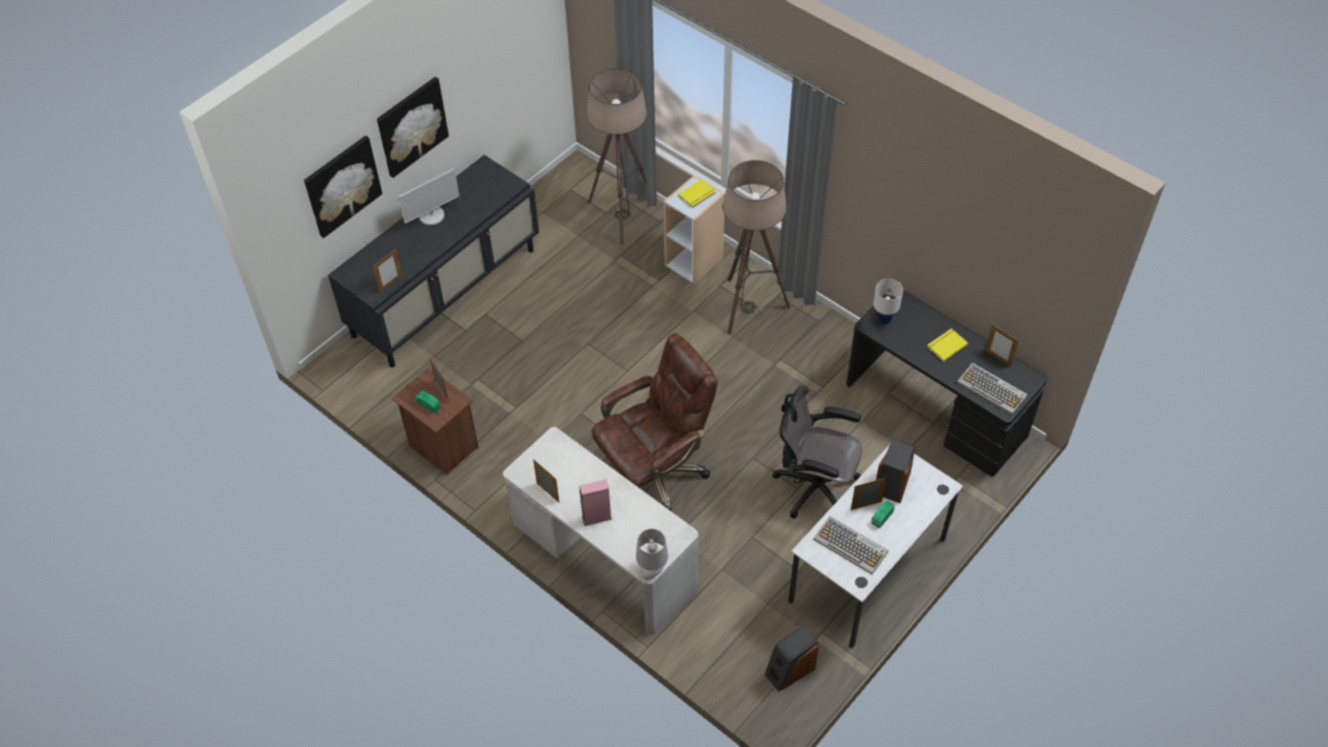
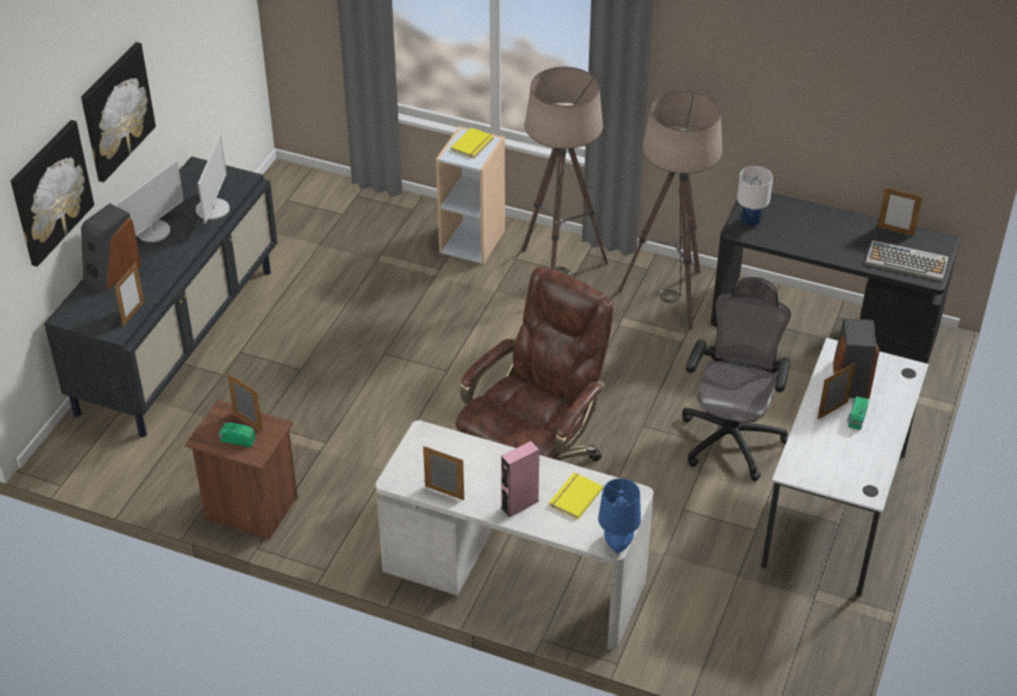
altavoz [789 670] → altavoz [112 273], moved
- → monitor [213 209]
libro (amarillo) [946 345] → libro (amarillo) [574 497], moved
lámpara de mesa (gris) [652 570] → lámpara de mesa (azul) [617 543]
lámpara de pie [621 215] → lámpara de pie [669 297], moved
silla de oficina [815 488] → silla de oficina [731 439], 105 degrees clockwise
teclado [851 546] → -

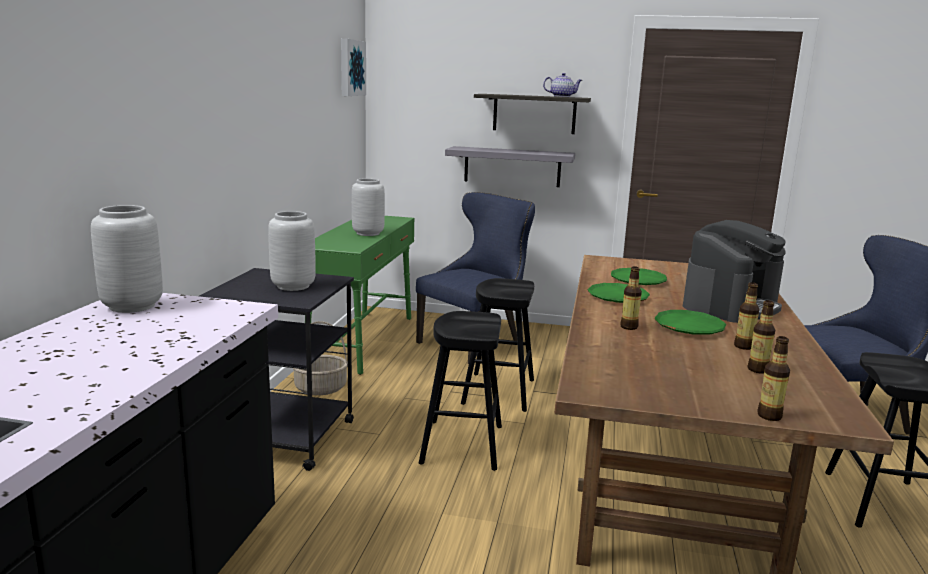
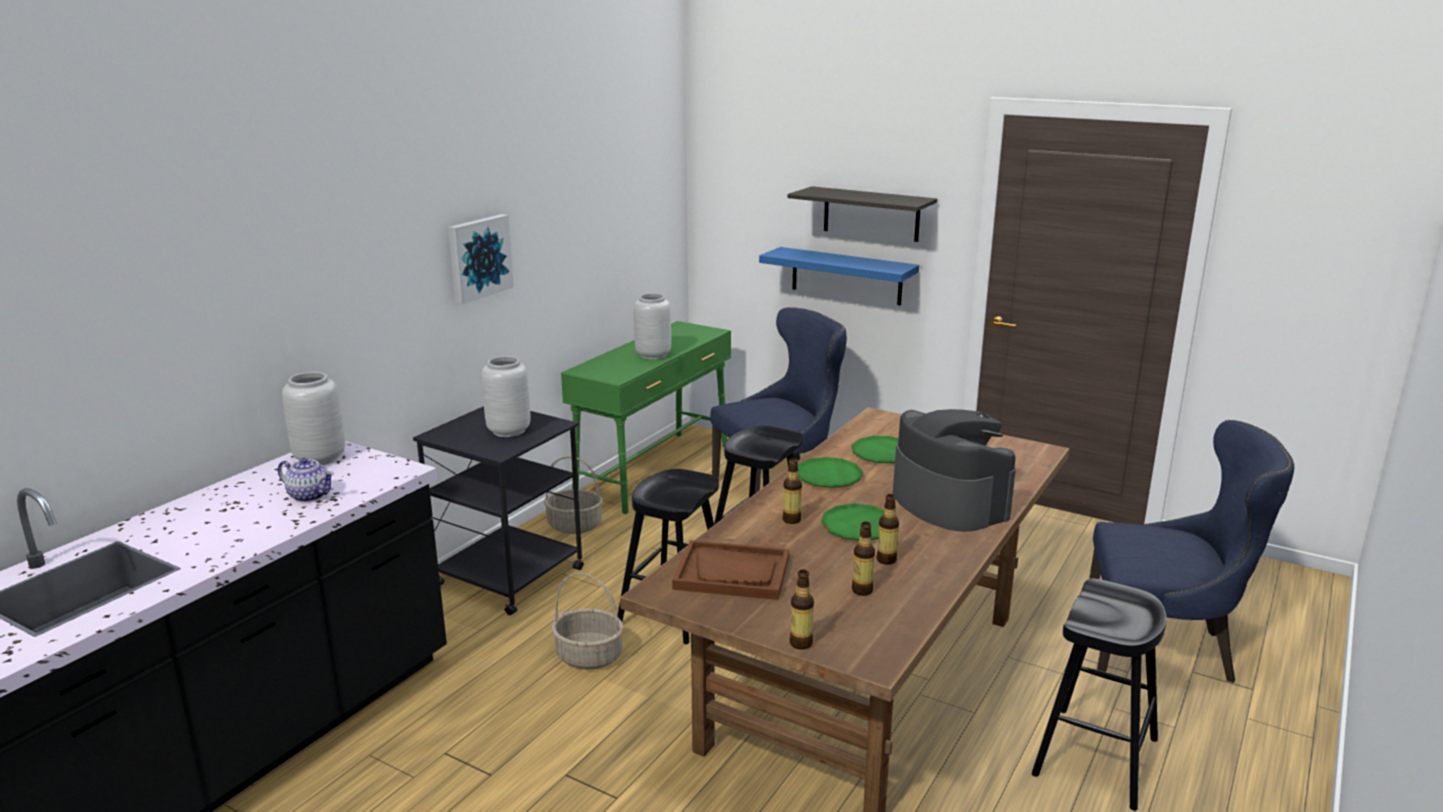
tetera [562 96] → tetera [310 495], moved
cuadro [351 68] → cuadro [478 257], moved
- → cesta [588 656]
- → bandeja (marrón) [732 573]
estante (gris) [512 166] → estante (azul) [846 276]
cafetera [730 305] → cafetera [948 502], 90 degrees counterclockwise

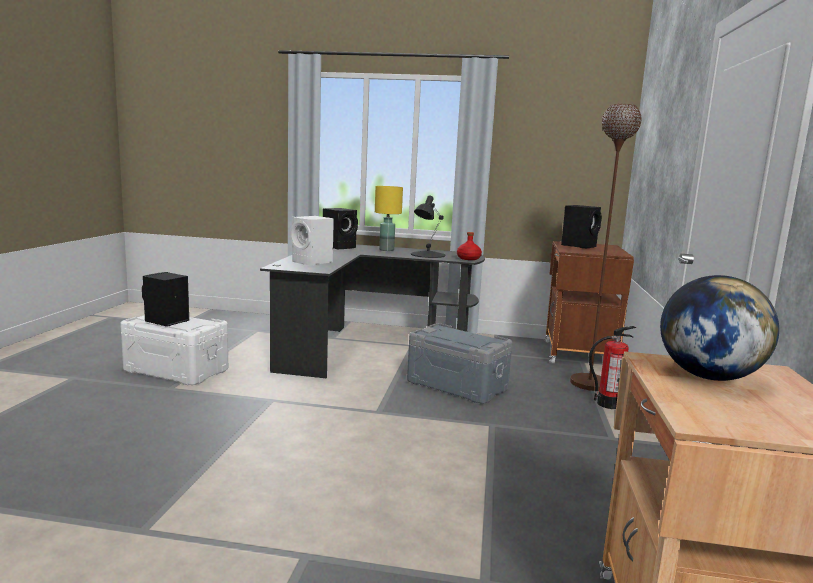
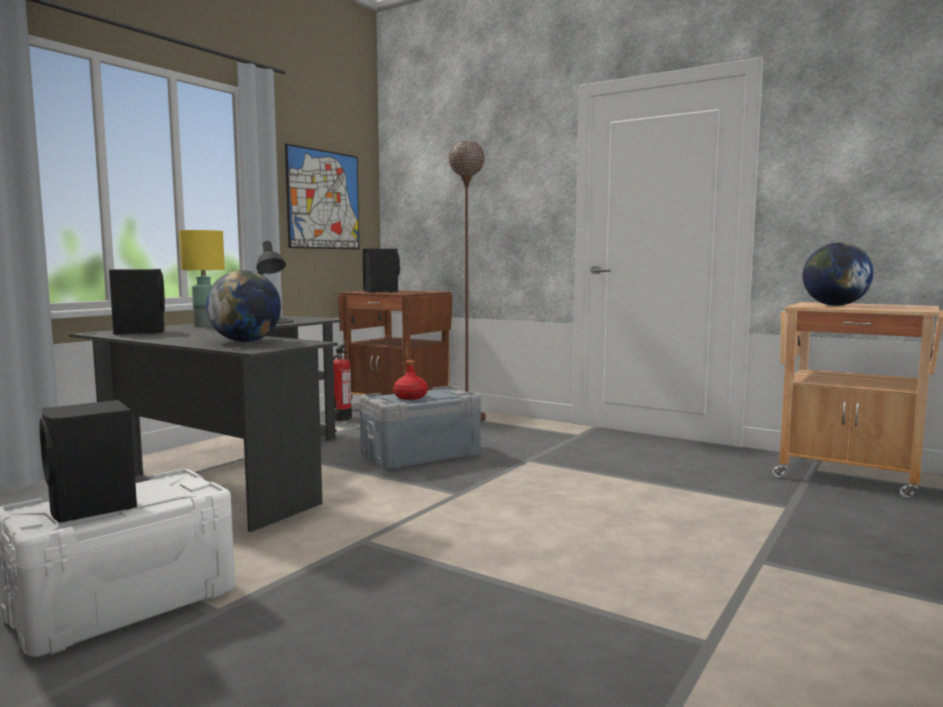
altavoz (blanco) [312 262] → globo terráqueo [245 341]
- → cuadro [323 200]
extintor [608 404] → extintor [341 418], moved
botella (rojo) [468 258] → botella (rojo) [410 397], moved

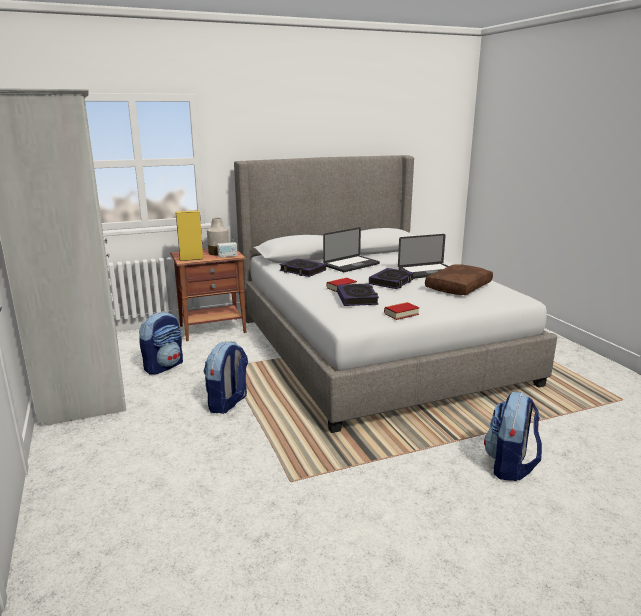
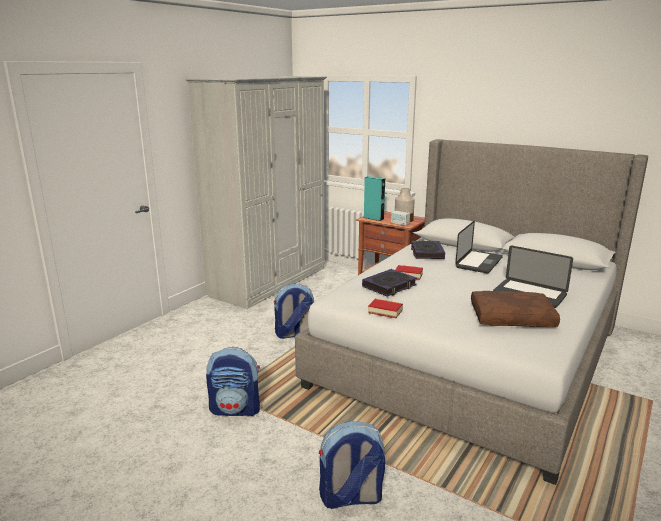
mochila [164 366] → mochila [236 409], moved
altavoz (amarillo) [191 259] → altavoz (turquesa) [373 218]
portátil [351 265] → portátil [479 262], 75 degrees counterclockwise
libro [391 282] → -

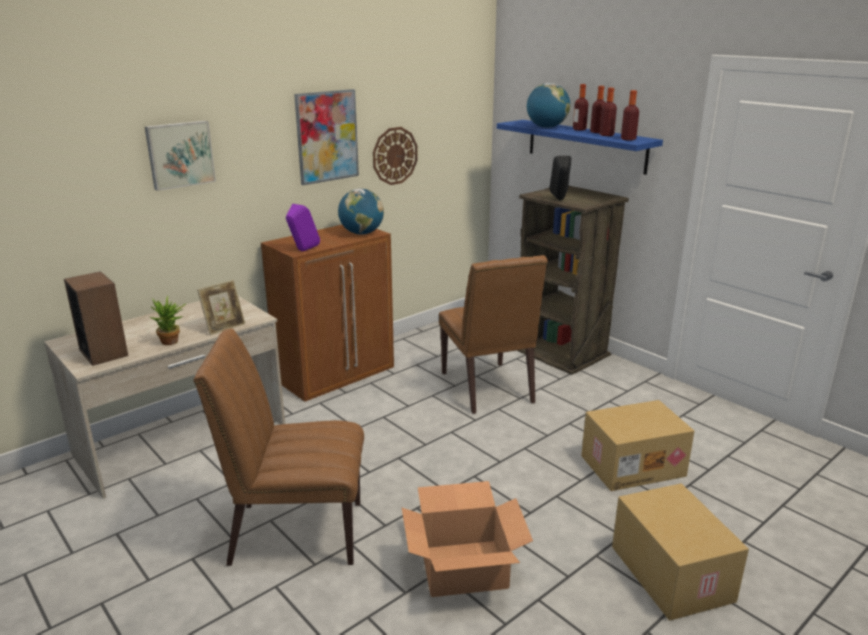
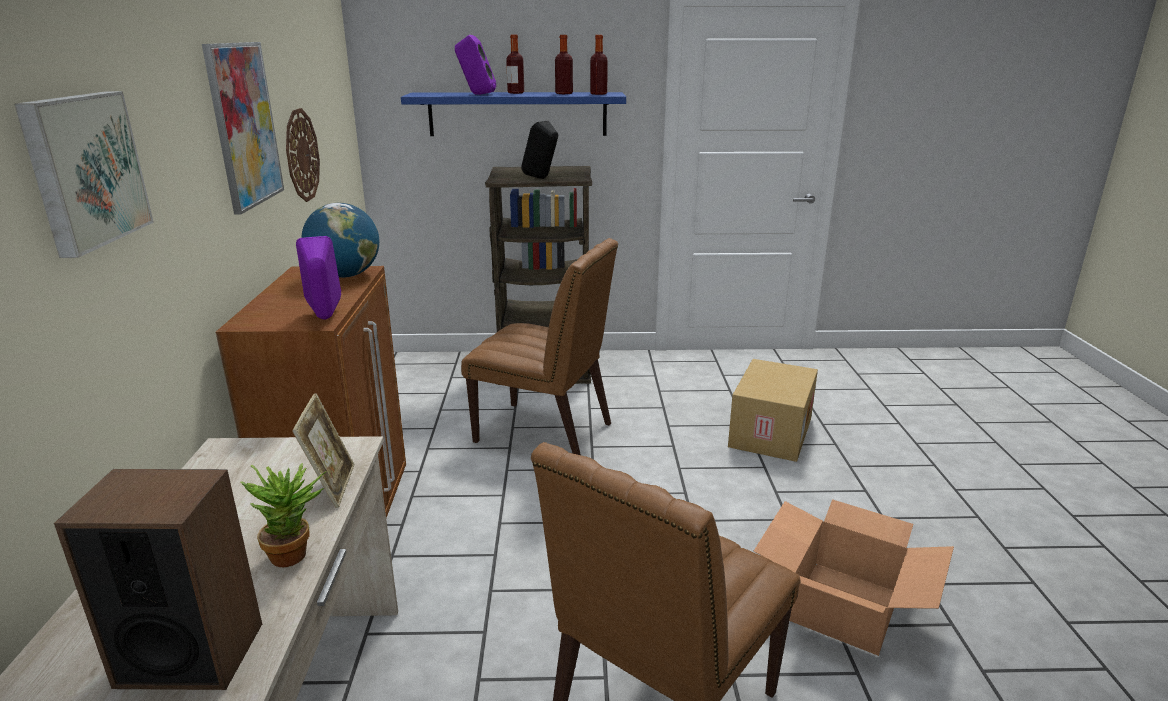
globo terráqueo [546 127] → altavoz (morado) [476 94]
botella [597 132] → -
caja de cartón [669 573] → -

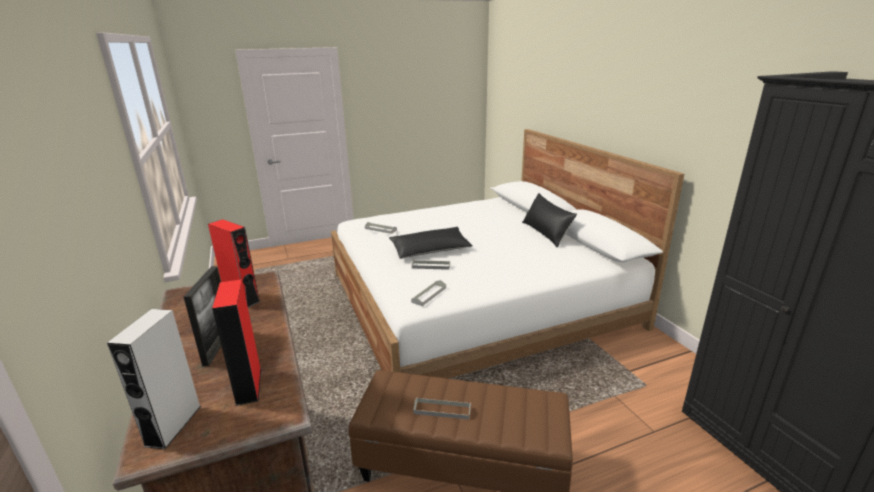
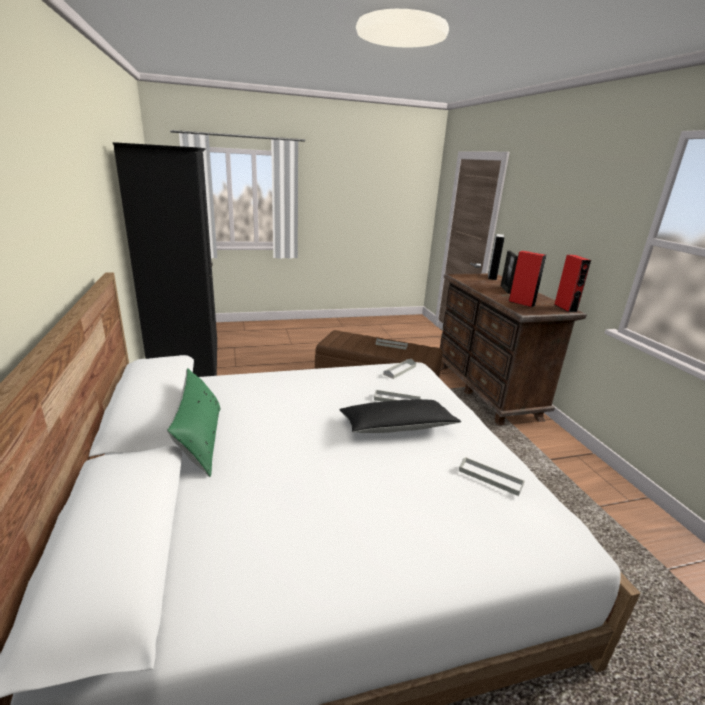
cojín (negro) [546 233] → cojín (verde) [200 440]
altavoz (rojo) [249 385] → altavoz (rojo) [565 308], moved

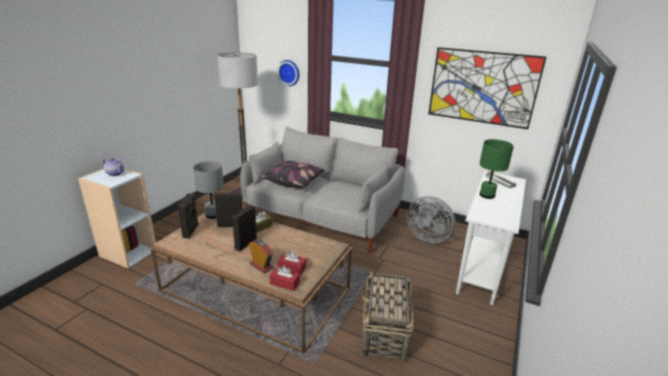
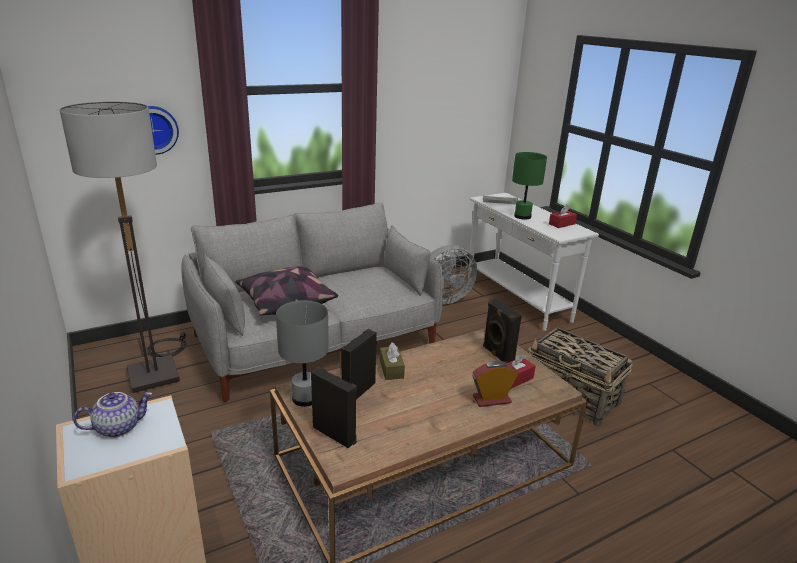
altavoz (negro) [245 243] → altavoz (negro) [497 355], moved
caja de pañuelos (rojo) [284 283] → caja de pañuelos (rojo) [562 224], moved
cuadro [482 87] → -

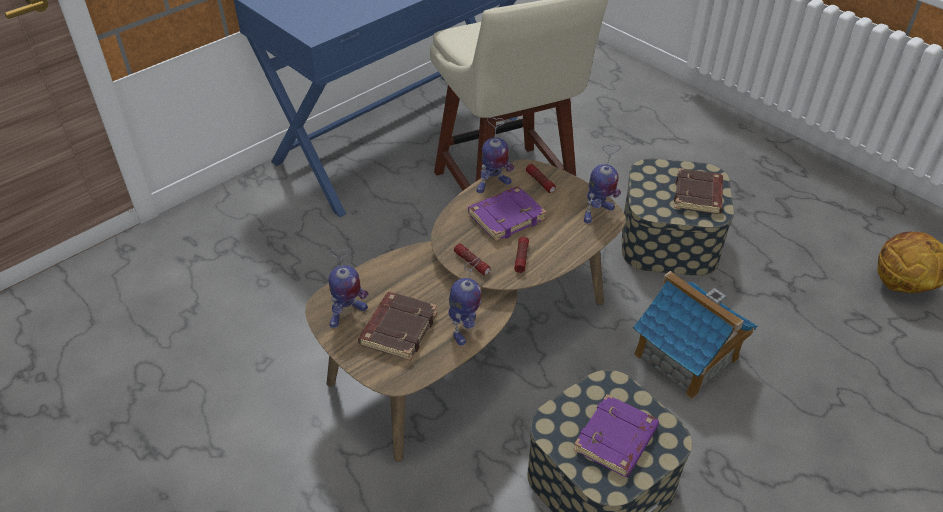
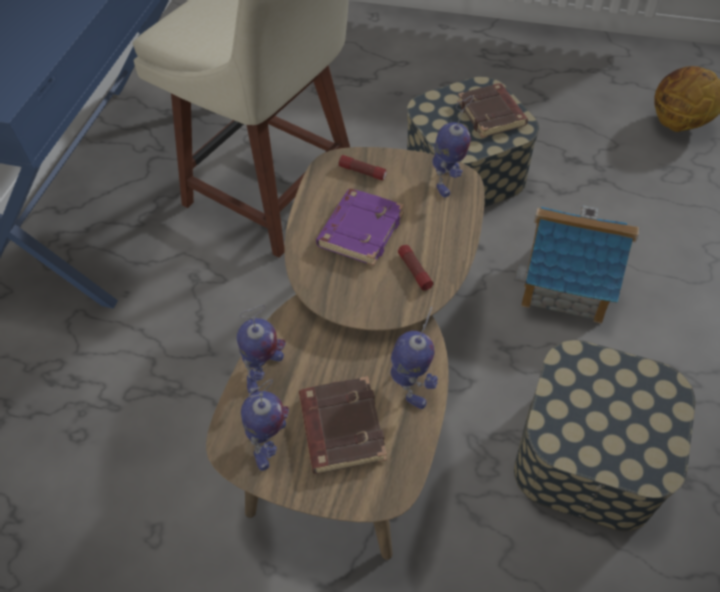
robot de juguete [492 185] → robot de juguete [263 372], moved
linterna [472 263] → -
libro (morado) [616 440] → -

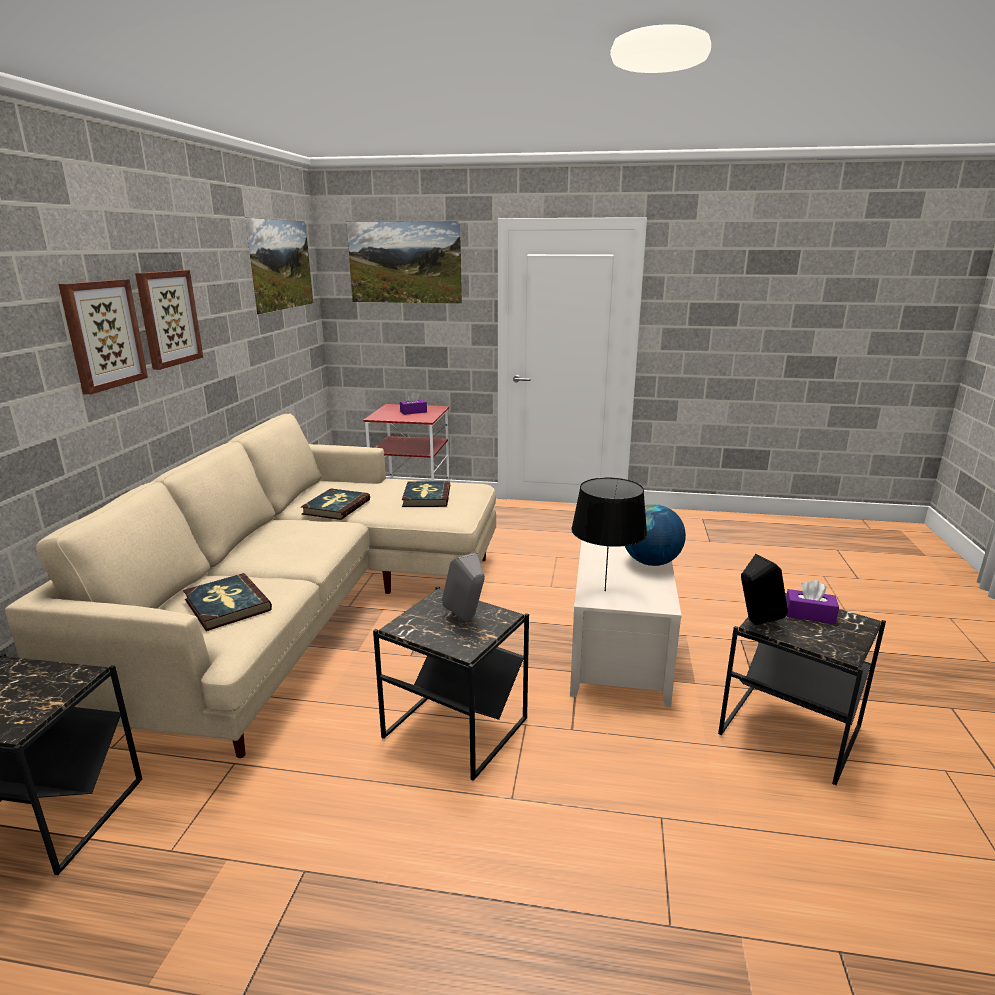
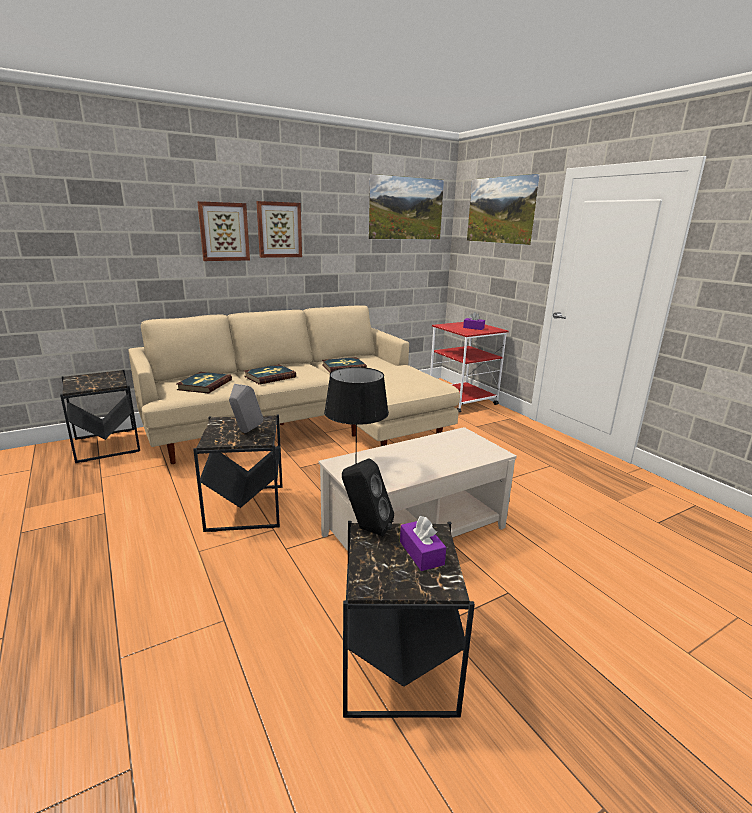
libro [426 497] → libro [269 376], moved
globo terráqueo [651 562] → -

